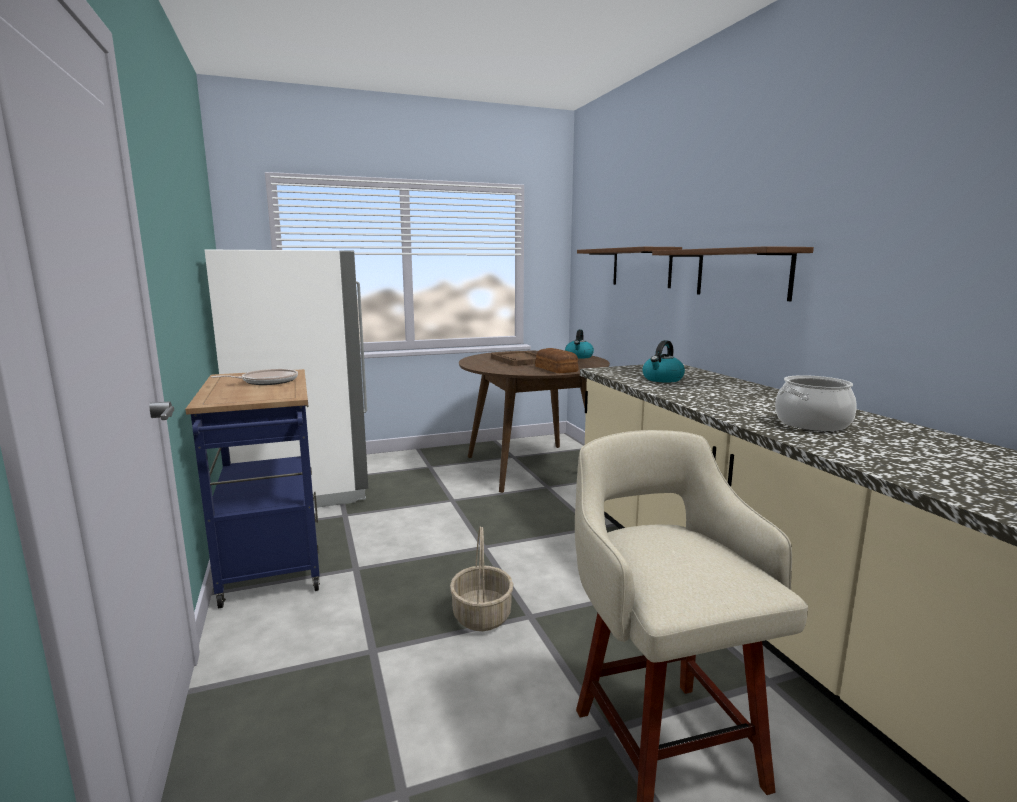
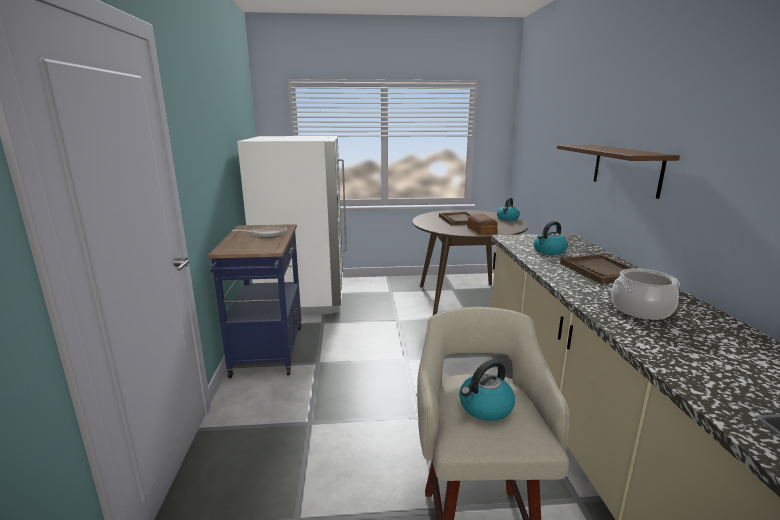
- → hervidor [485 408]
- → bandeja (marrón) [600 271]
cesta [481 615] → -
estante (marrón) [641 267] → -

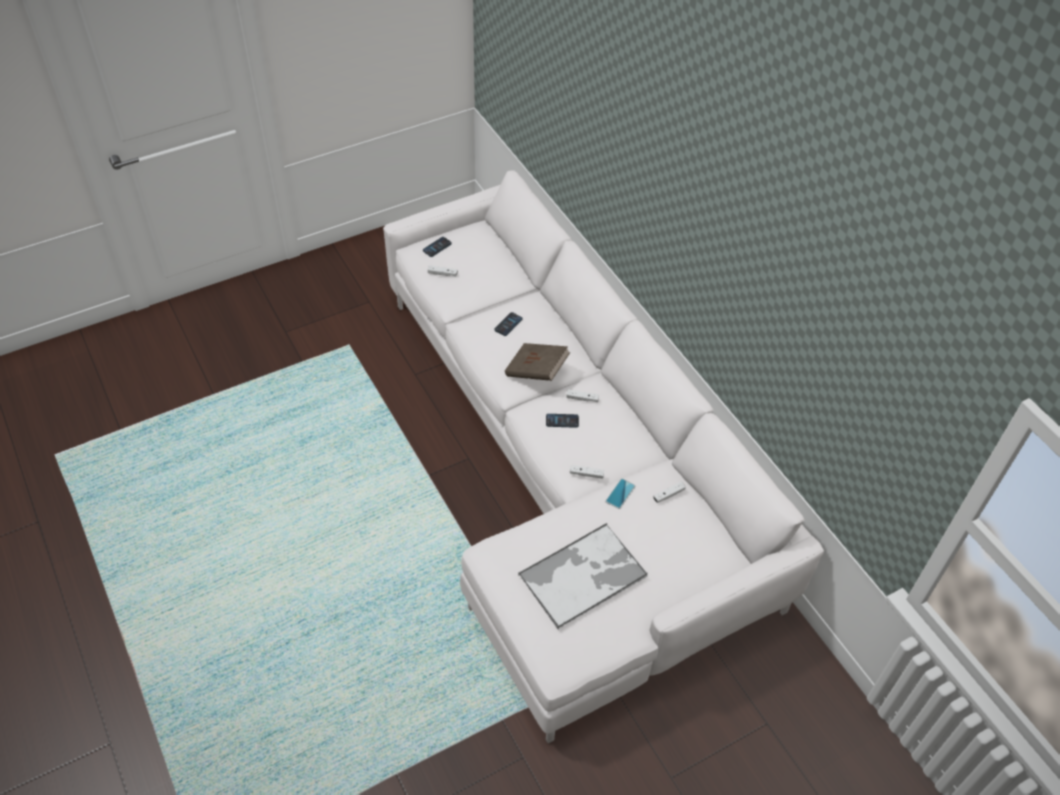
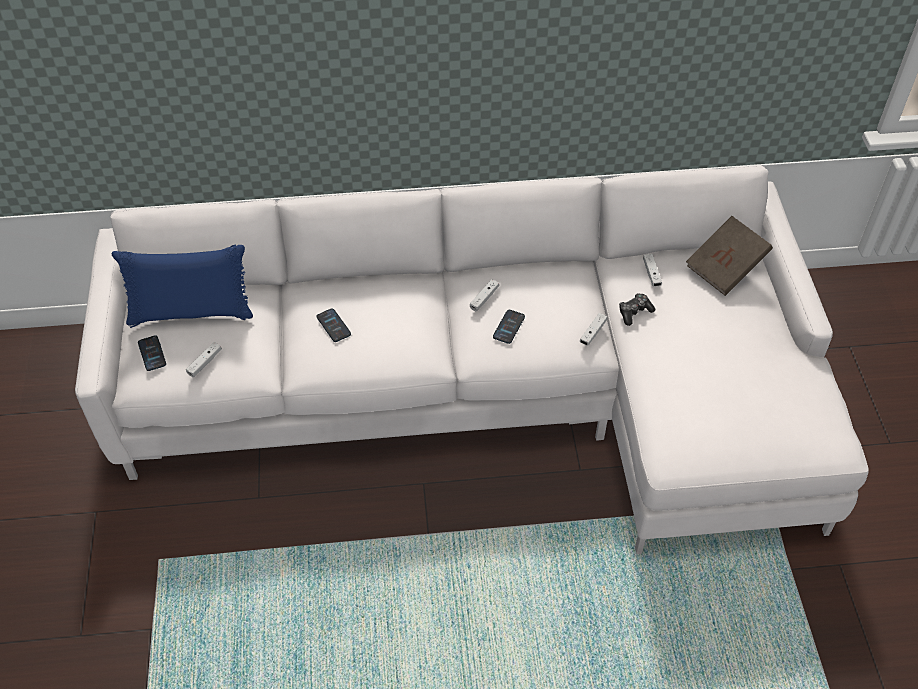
- → cojín (azul) [191 312]
móvil [620 494] → mando de consola [634 312]
libro (marrón) [536 371] → libro (marrón) [725 268], moved
bandeja [583 575] → -

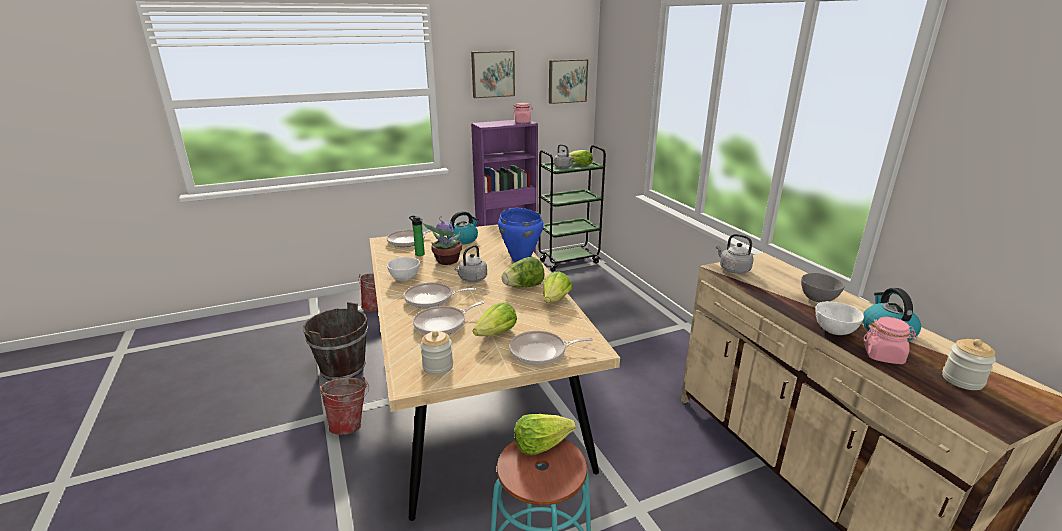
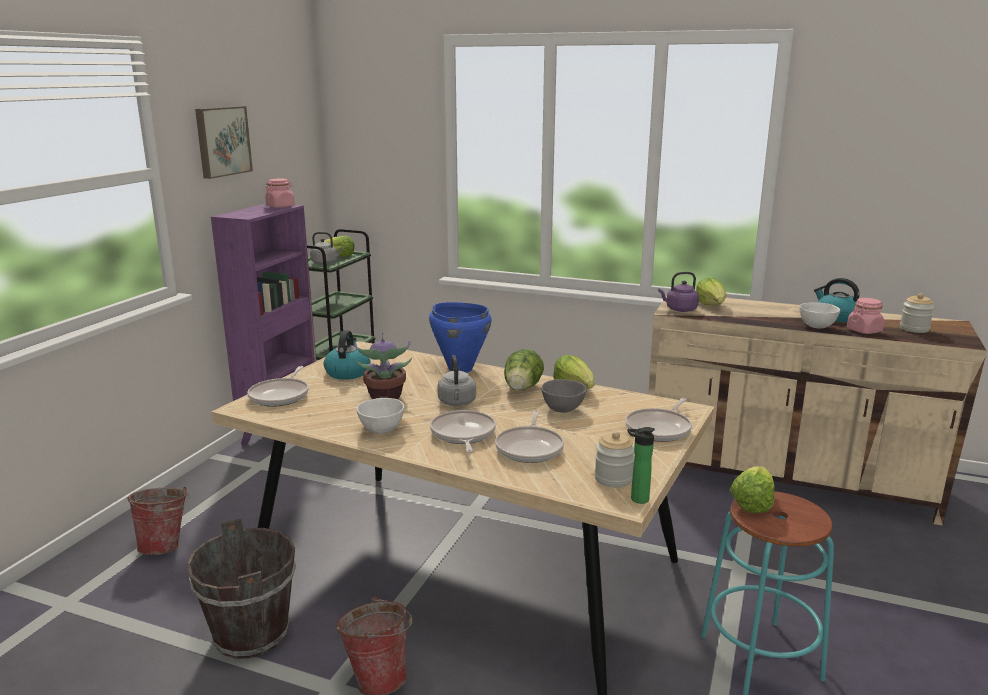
sartén [431 299] → sartén [463 434], 135 degrees clockwise
cuenco (gris) [819 300] → cuenco (gris) [564 409], moved
botella [419 254] → botella [637 499], moved
hervidor (gris) [733 269] → hervidor (morado) [679 309]
lechuga [496 333] → lechuga [711 305], moved
cuadro [567 81] → -

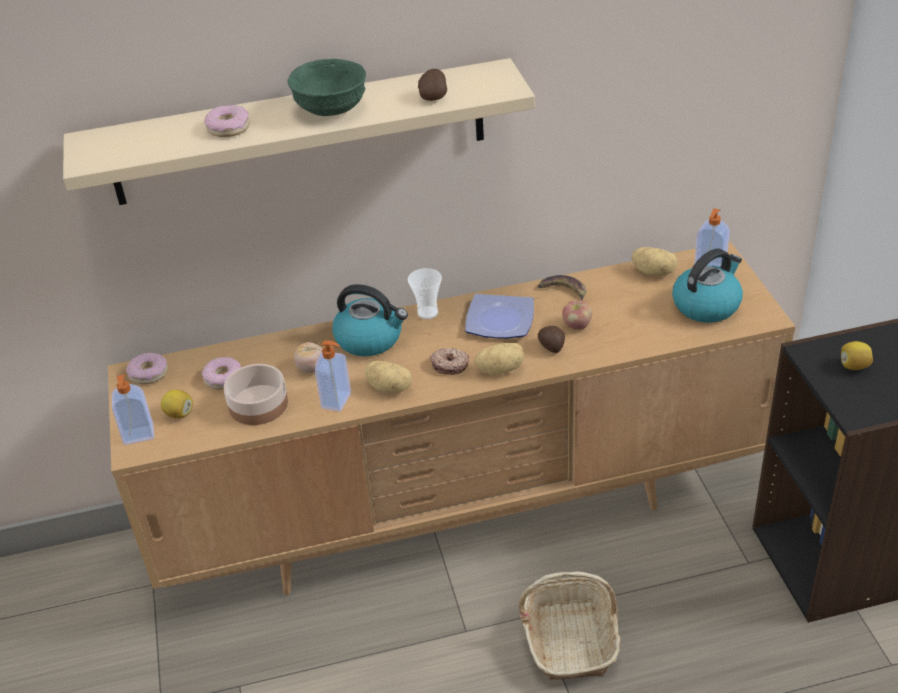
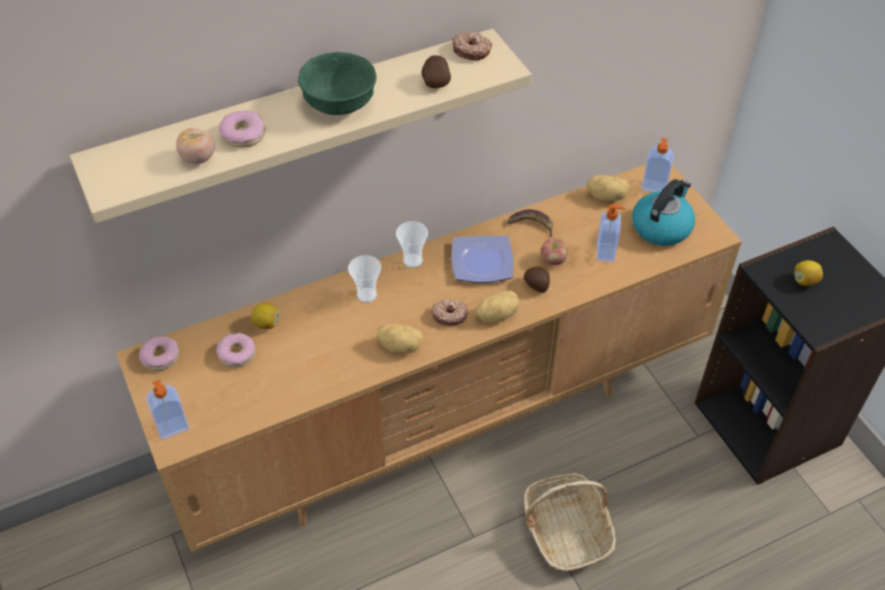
tomate [311 368] → tomate [198 158], moved
limón [179 414] → limón [267 323], moved
hervidor [370 339] → taza [366 295]
- → rosquilla [471 50]
dispensador de jabón [337 401] → dispensador de jabón [606 252], moved
cuenco [258 405] → -

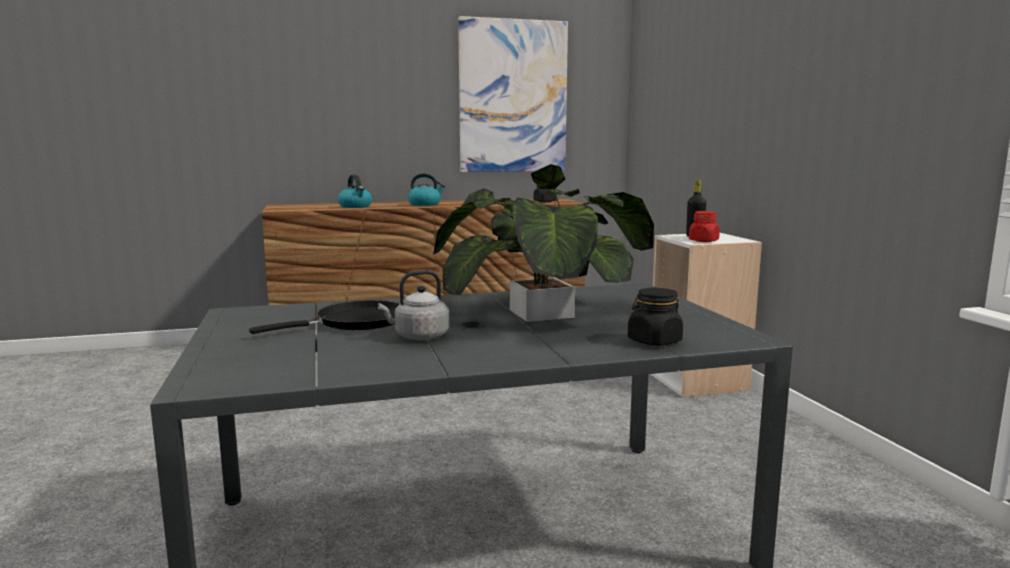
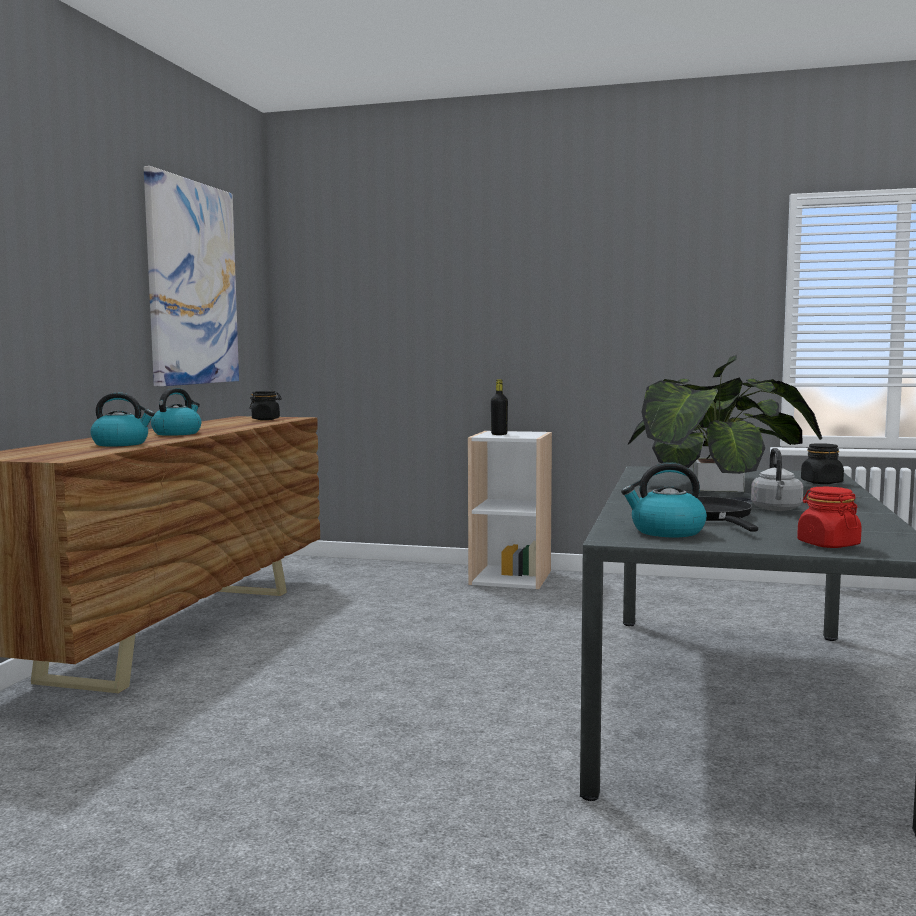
- → hervidor [666 531]
tarro (rojo) [703 241] → tarro (rojo) [828 544], moved

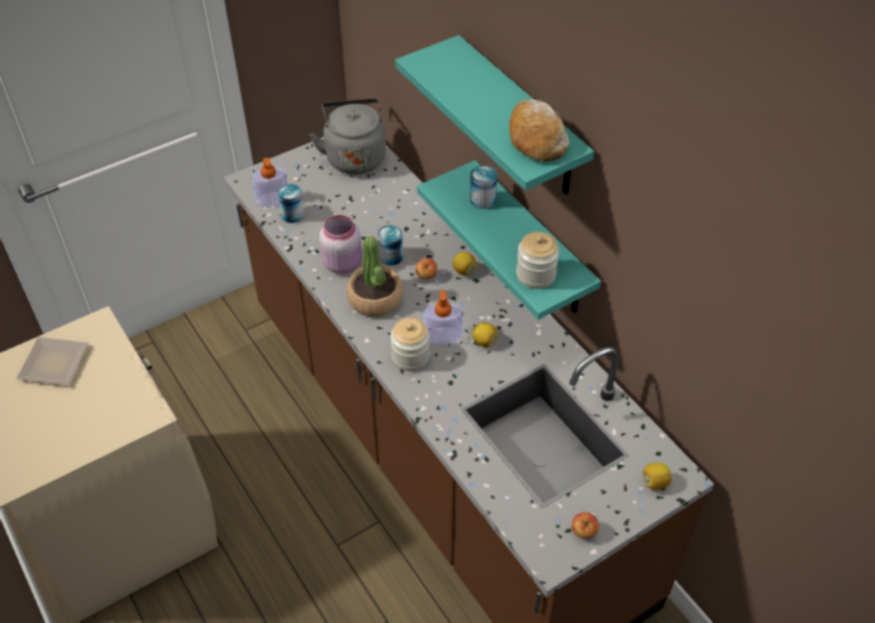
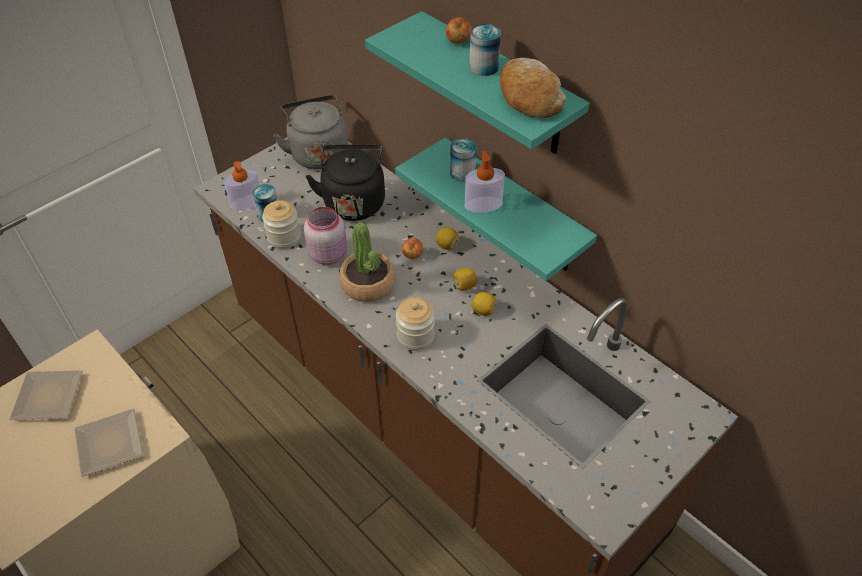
- → plato [108 447]
tarro [535 275] → tarro [284 237], moved
- → hervidor (negro) [354 201]
manzana [583 532] → manzana [458 42], moved
limón [654 482] → limón [464 286], moved
dispensador de jabón [442 336] → dispensador de jabón [483 205], moved
lata [391 256] → lata [483 67], moved

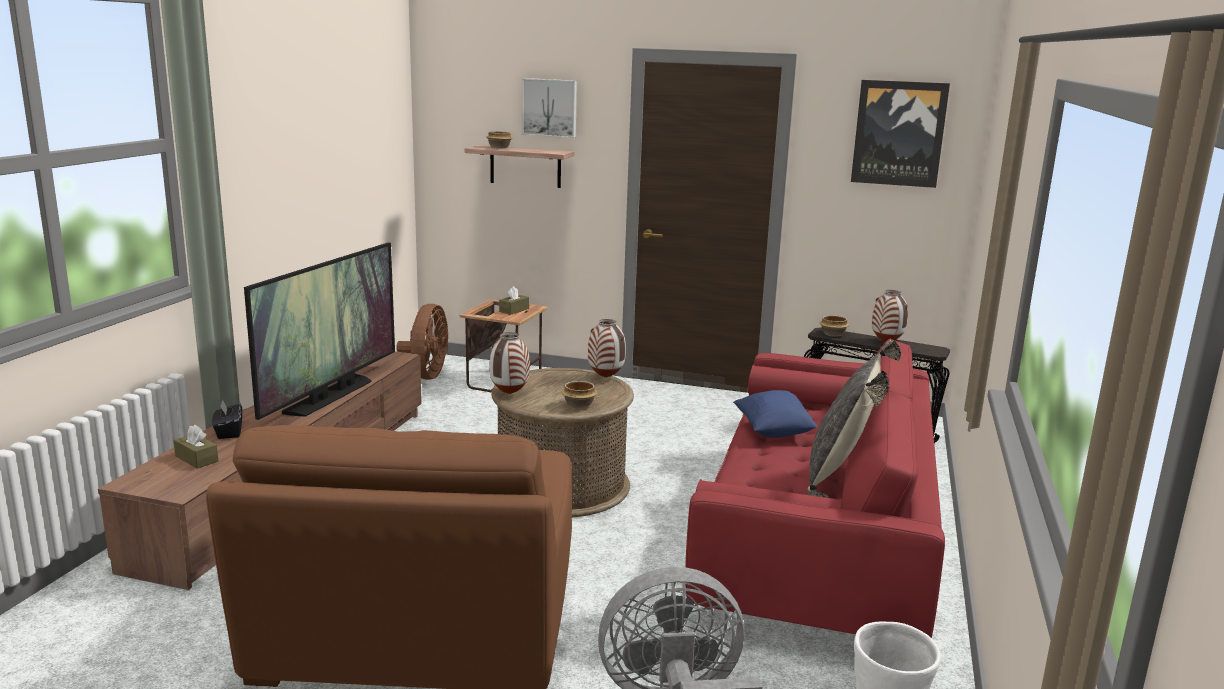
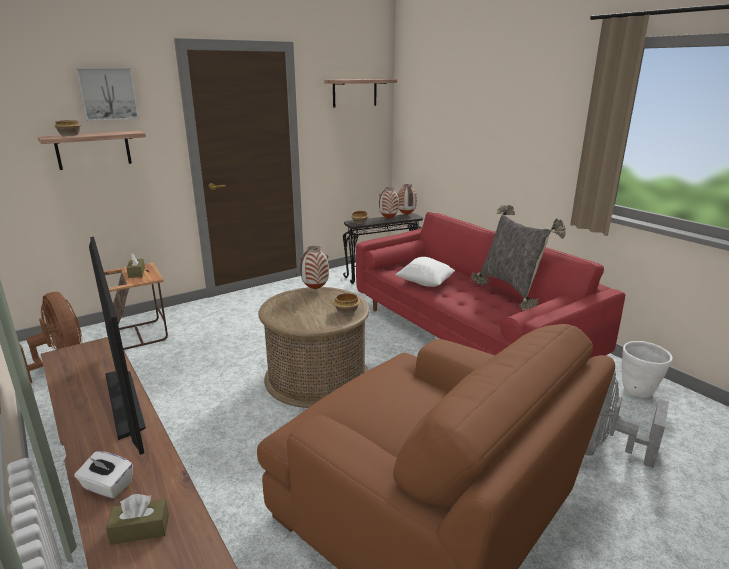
caja de pañuelos (negro) [228 432] → caja de pañuelos (blanco) [107 486]
cuadro [899 133] → estante [354 93]
cojín (azul) [773 431] → cojín (blanco) [425 283]
florero [509 394] → florero [406 215], moved

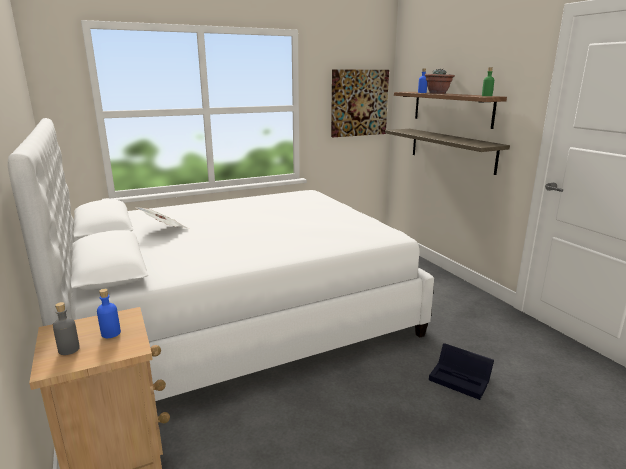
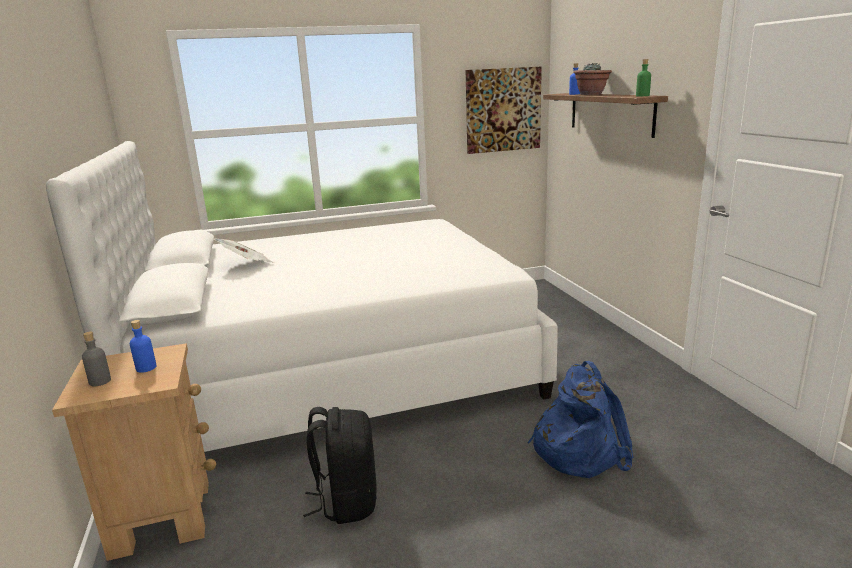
- → mochila (negro) [346 501]
caja de almacenaje (negro) [461 379] → mochila (azul) [578 450]
estante [451 149] → -

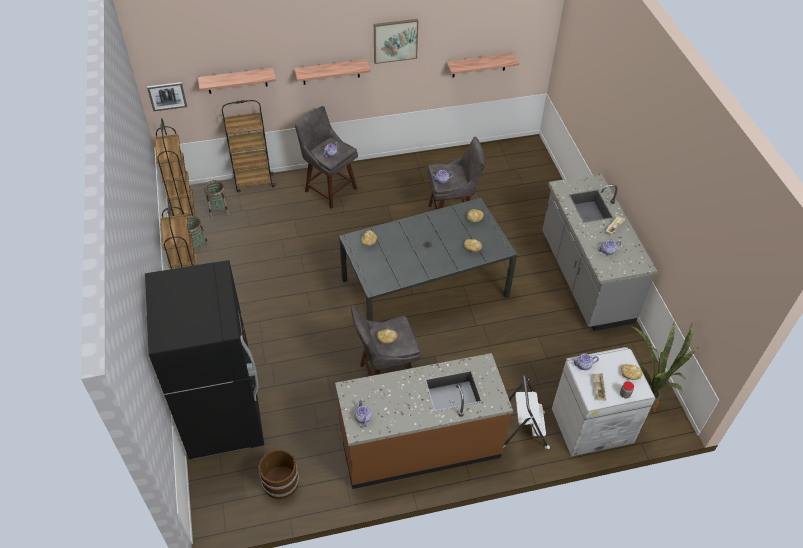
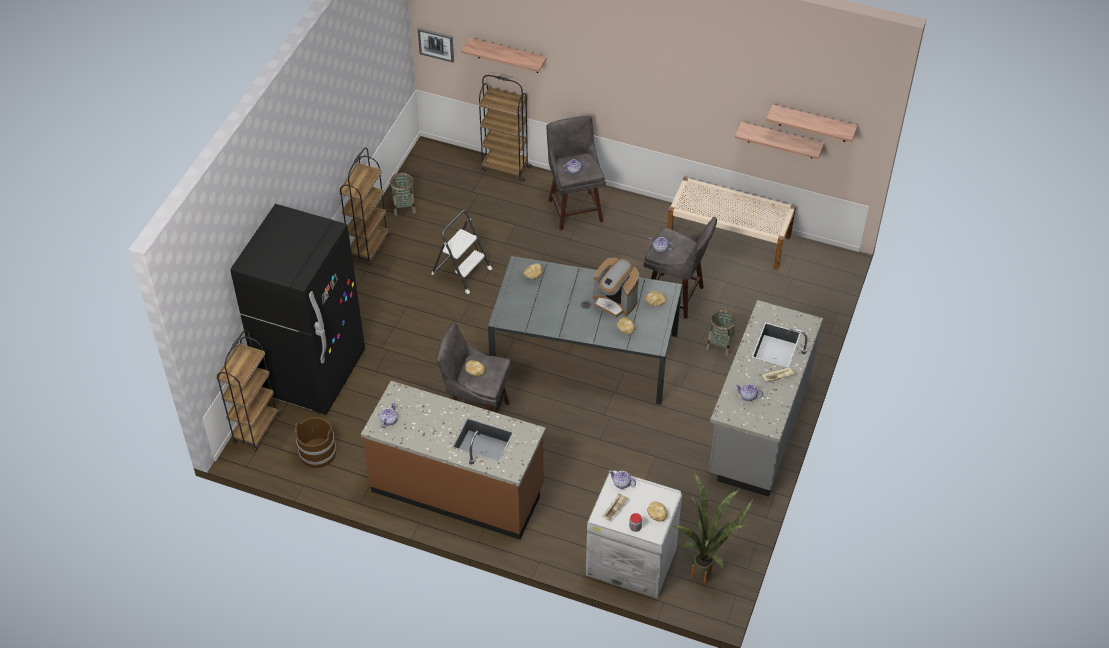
carrito (marrón) [183 208] → carrito (marrón) [256 429], moved
escalera de tijera (blanco) [520 429] → escalera de tijera (blanco) [459 270], moved
- → cafetera [615 302]
- → banco (beis) [728 238]
cesta [218 210] → cesta [720 344], moved
estante [331 72] → estante [813 123], moved
cuadro [395 40] → -

